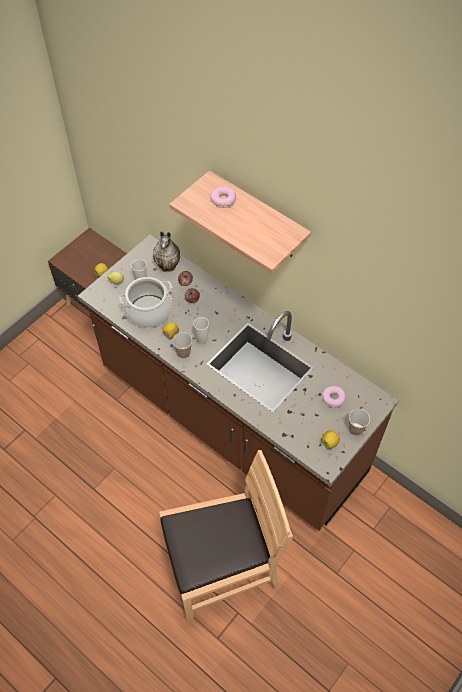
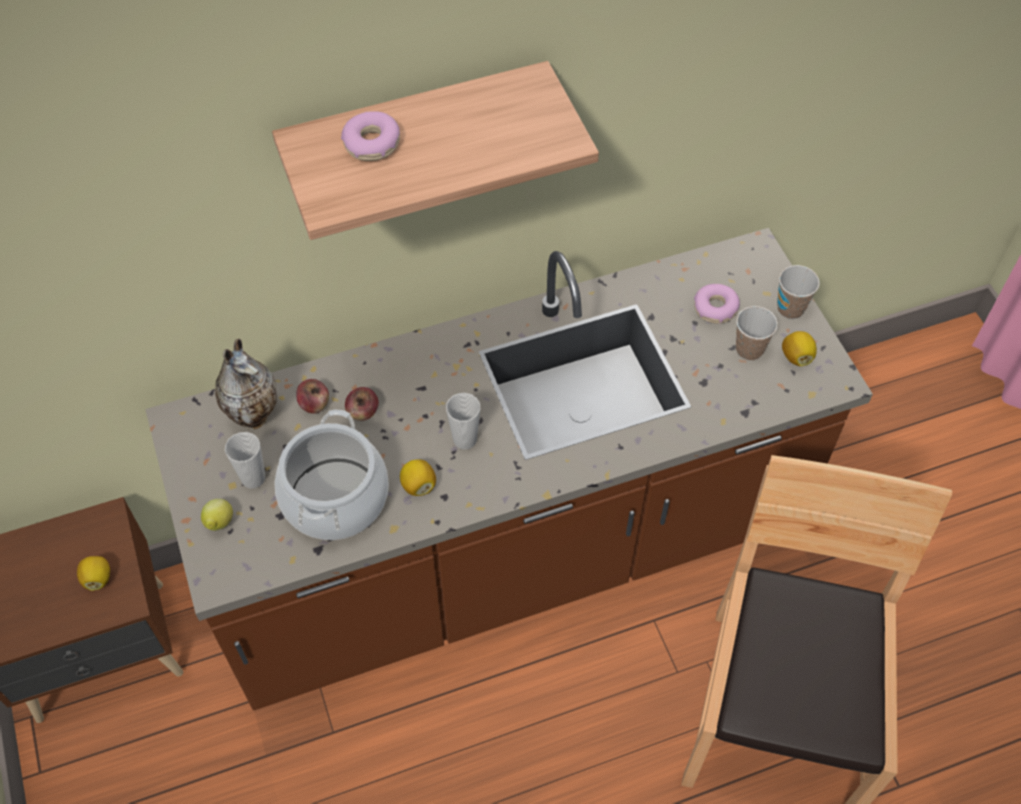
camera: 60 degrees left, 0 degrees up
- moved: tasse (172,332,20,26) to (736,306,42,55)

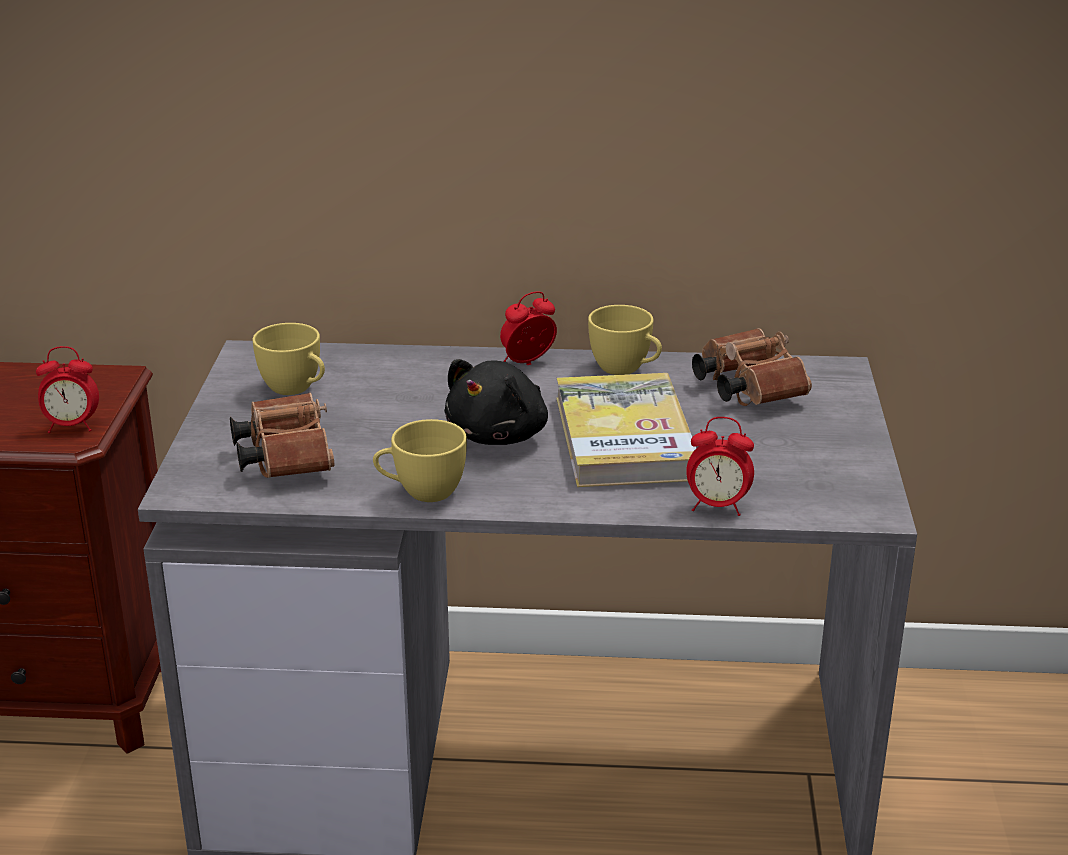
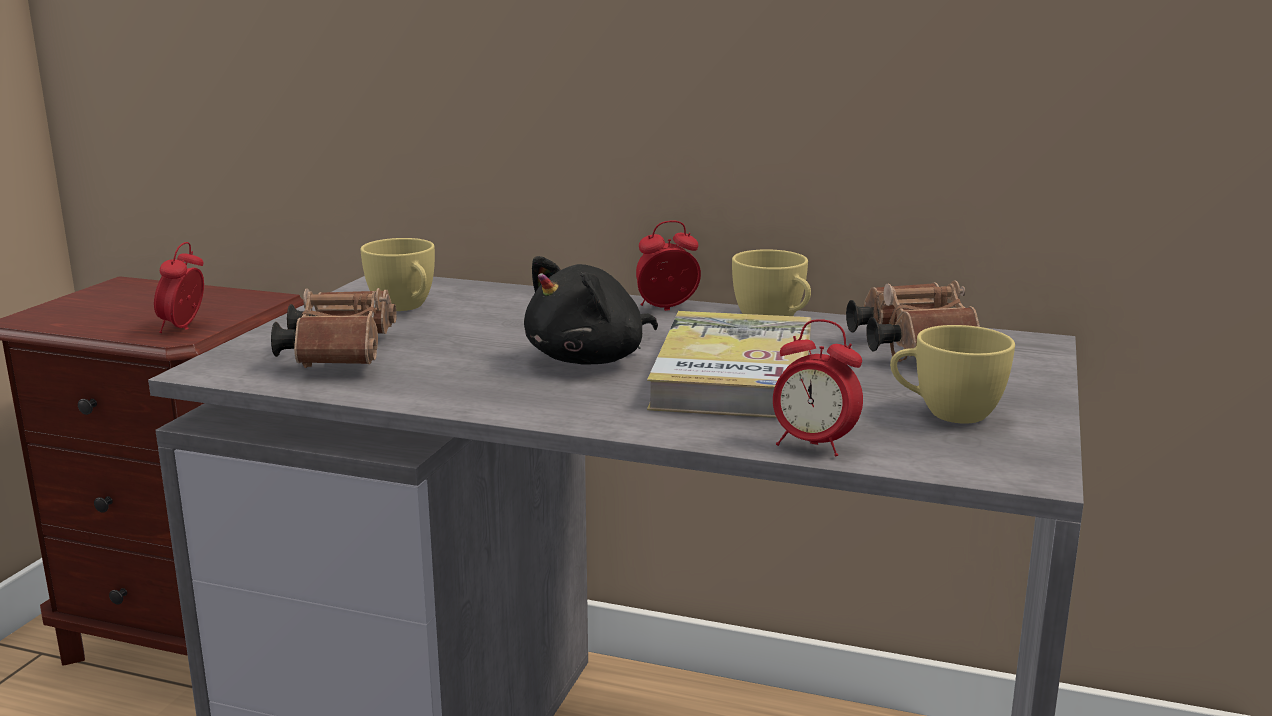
camera: 15 degrees right, 10 degrees down
- turned: réveil (36,346,63,87) = (154,242,50,91) 90 degrees clockwise
- moved: tasse (jaune) (373,419,94,83) to (890,325,125,99)

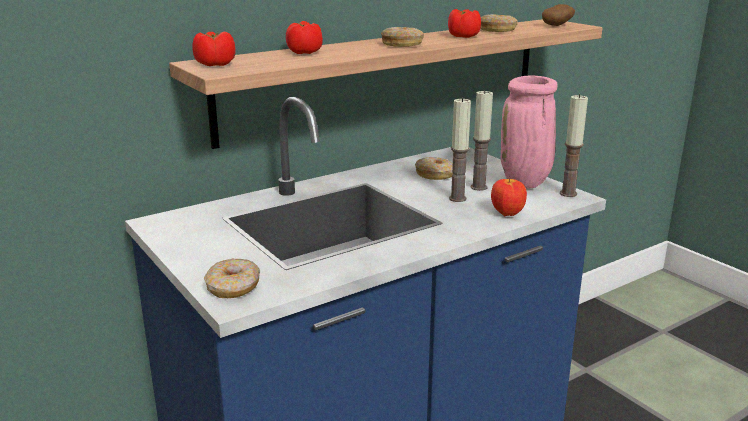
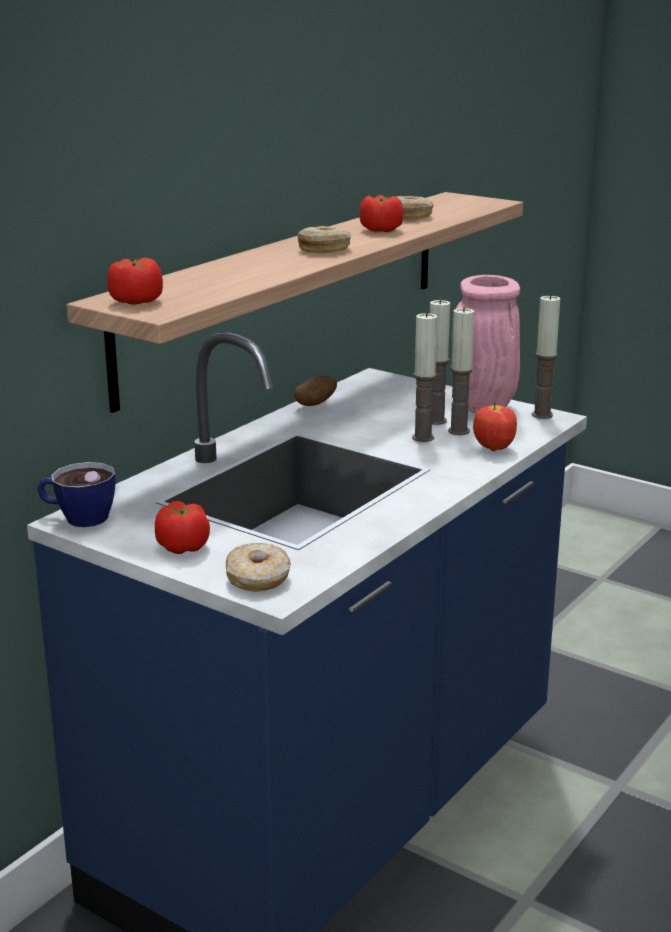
camera: 20 degrees left, 0 degrees up
- moved: pomme de terre (542,4,33,22) to (294,376,43,30)
- moved: tomate (286,21,37,33) to (155,501,55,53)
- removed: beignet (415,157,38,23)
- added: bougie (448,307,26,128)
- added: tasse (37,462,79,65)

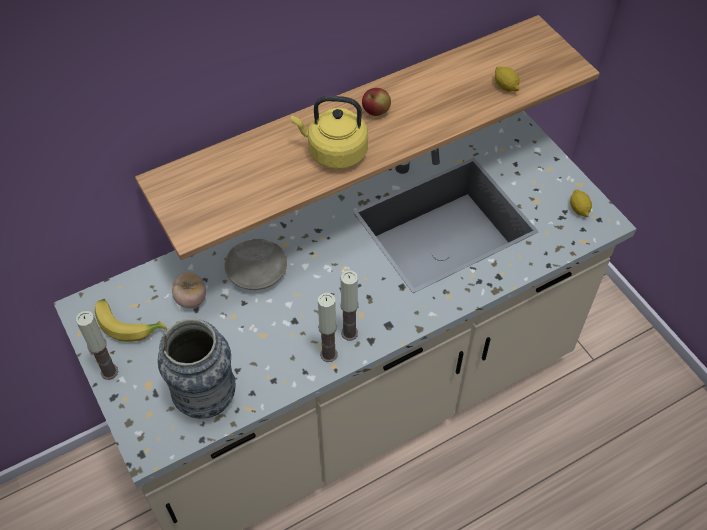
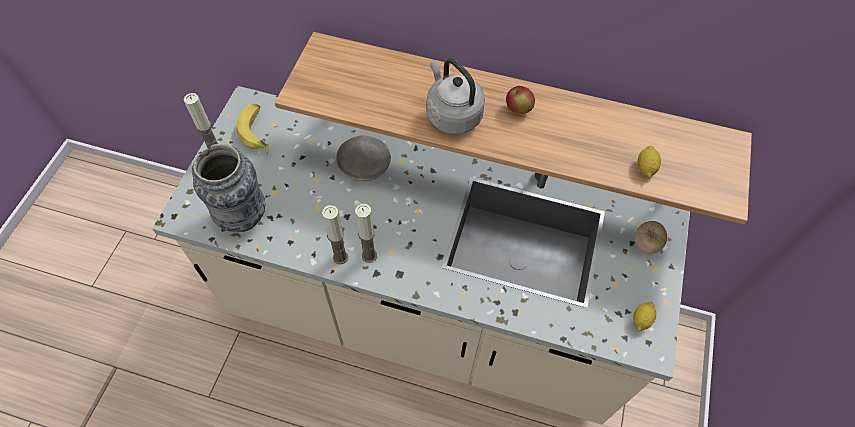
camera: 45 degrees right, 5 degrees up
- recoloured: bouilloire (jaune) (291,96,77,73) to bouilloire (gris) (426,59,59,75)
- moved: tomate (172,272,34,36) to (635,221,32,33)

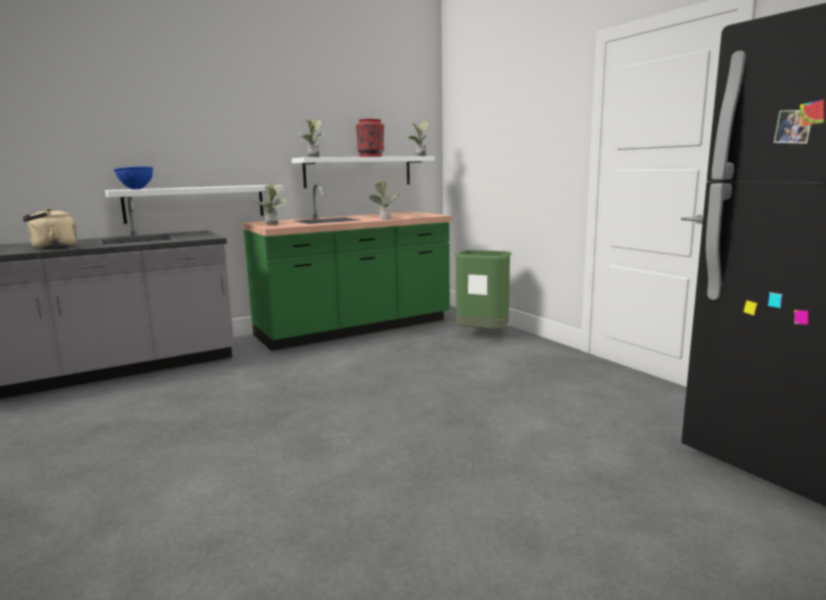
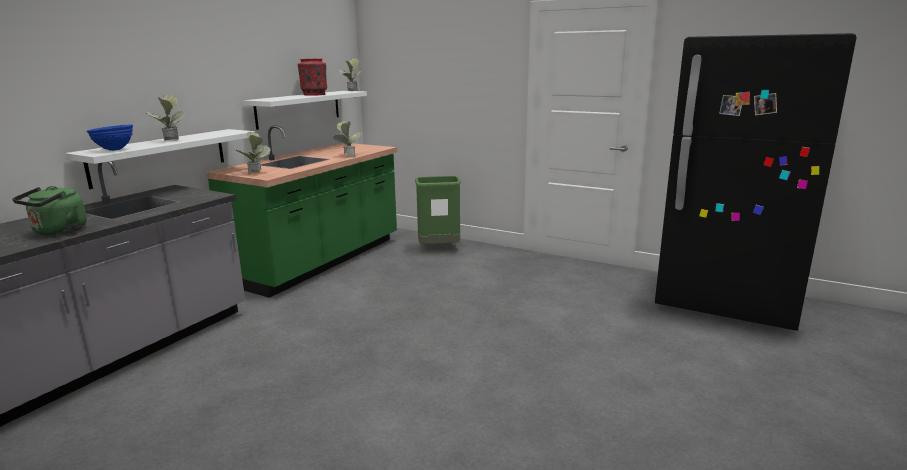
camera: 30 degrees left, 5 degrees up
- moved: plante en pot (298,119,27,38) to (146,94,39,46)
- recoloured: bouilloire (beige) (22,208,55,41) to bouilloire (vert) (12,186,75,49)

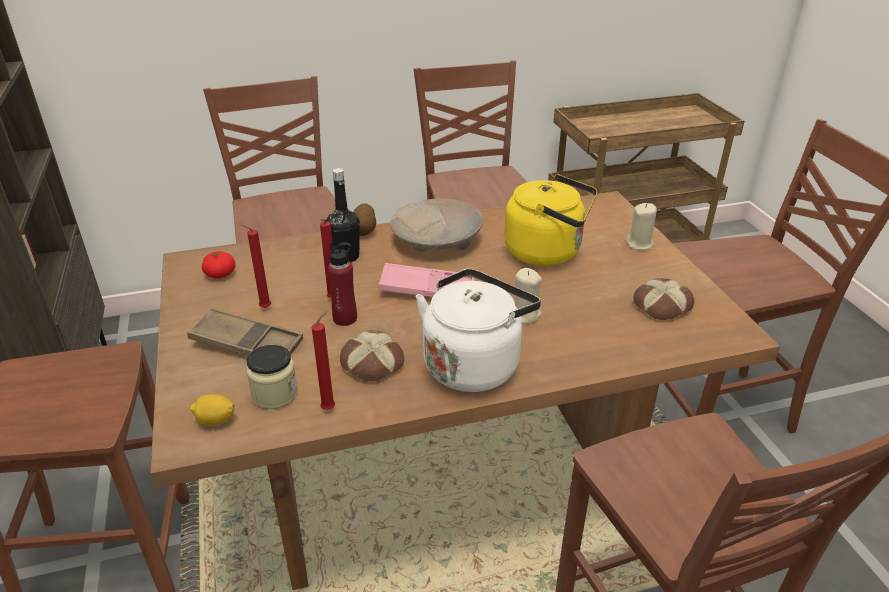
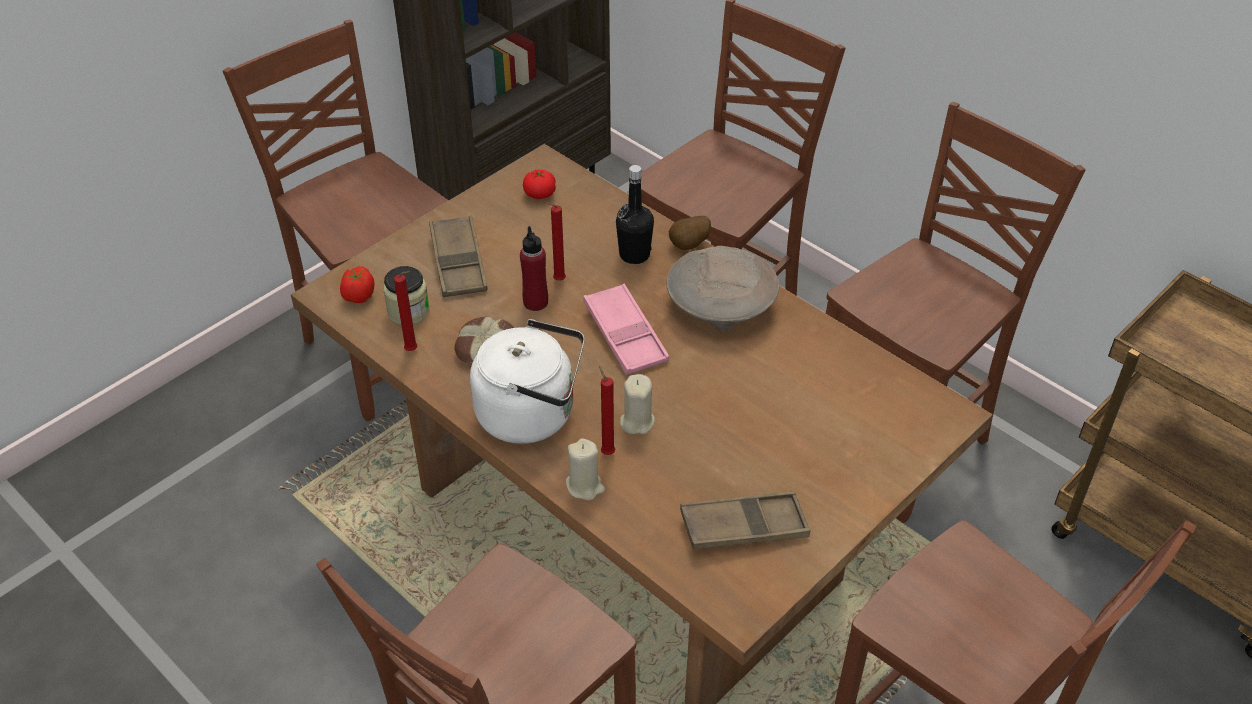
camera: 60 degrees right, 10 degrees up
- removed: bouilloire (jaune) (504,174,93,92)
- moved: bougie (beige) (625,203,32,47) to (566,438,39,62)
- moved: bougie (rouge) (240,223,31,85) to (599,365,16,90)
- replaced: pain (633,278,61,42) to plateau (marron) (680,491,130,59)
- replaced: citron (190,394,45,32) to tomate (340,267,35,36)

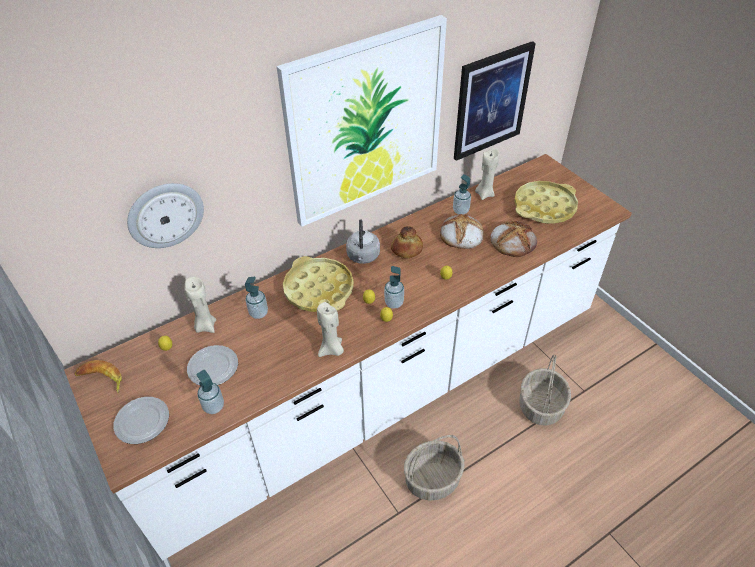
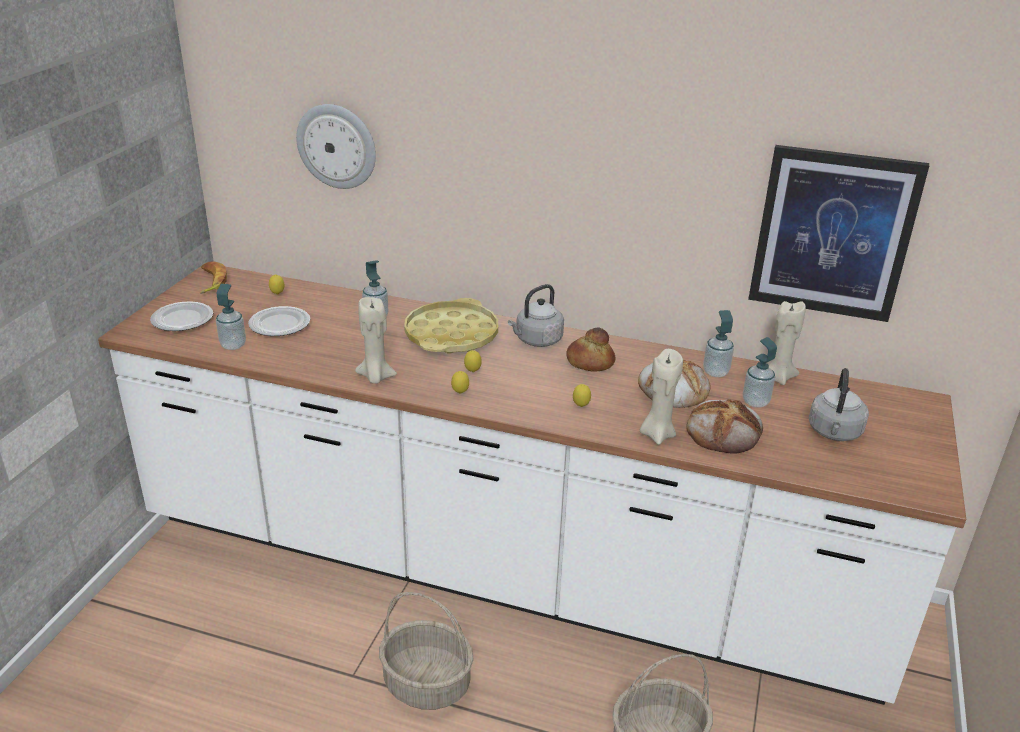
camera: 50 degrees right, 15 degrees down
- removed: tableau (277,15,170,212)
- replaced: plateau (jaune) (514,181,64,43) to bouilloire (gris) (809,368,60,73)
- moved: distributeur de savon (384,266,20,43) to (743,337,34,71)
- moved: bougie (beige) (185,277,31,56) to (640,349,43,96)

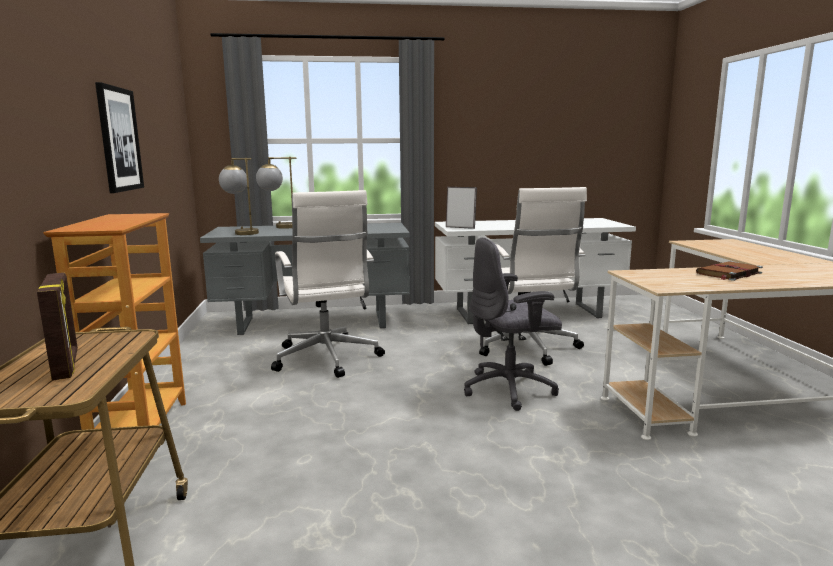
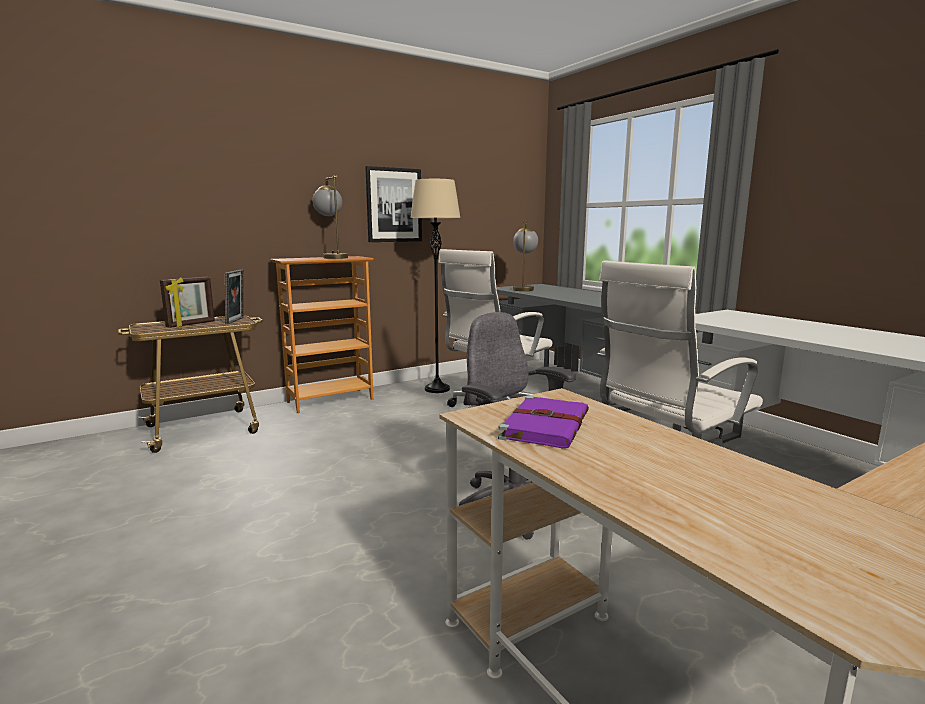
camera: 65 degrees right, 0 degrees up
- moved: lampe de table (256,157,41,72) to (313,176,35,83)
- moved: cadre photo (446,187,31,42) to (225,270,19,54)
- removed: livre (marron) (696,261,67,20)
- added: lampadaire (beige) (410,179,50,214)
- added: livre (violet) (498,395,91,54)

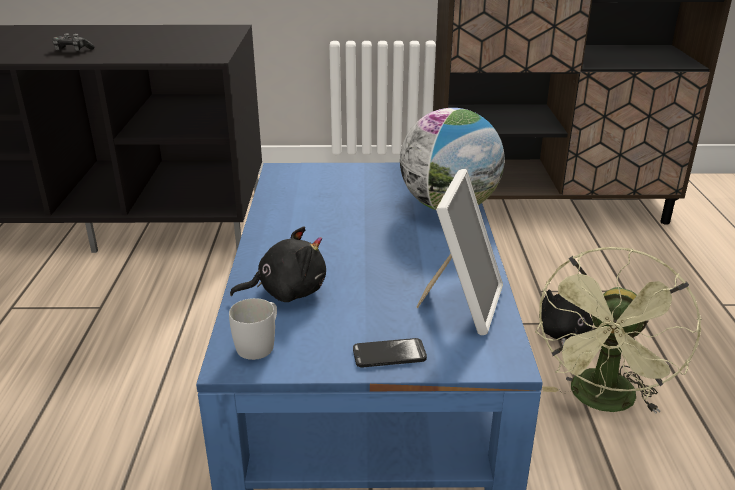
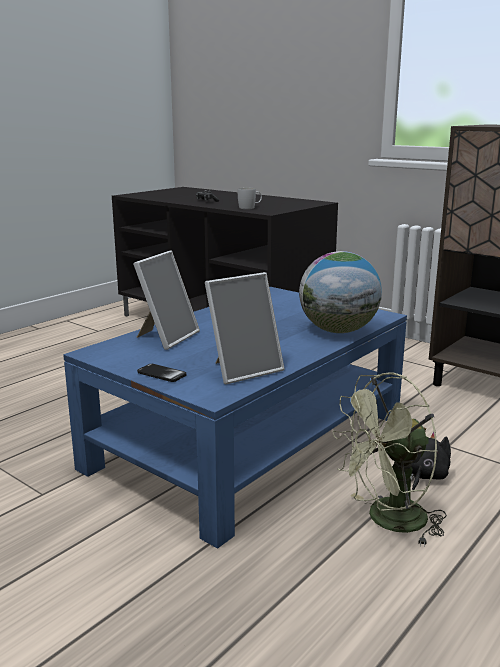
camera: 40 degrees right, 10 degrees down
- replaced: peluche (noir) (230,227,96,75) to cadre photo (133,251,67,99)
- moved: mug (blanc) (229,298,48,62) to (238,188,24,21)

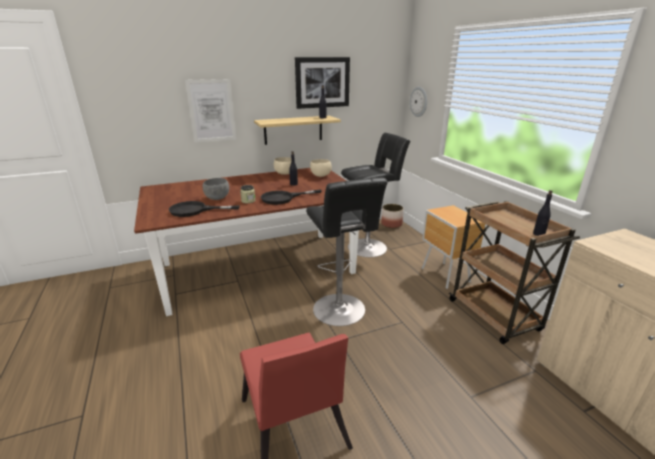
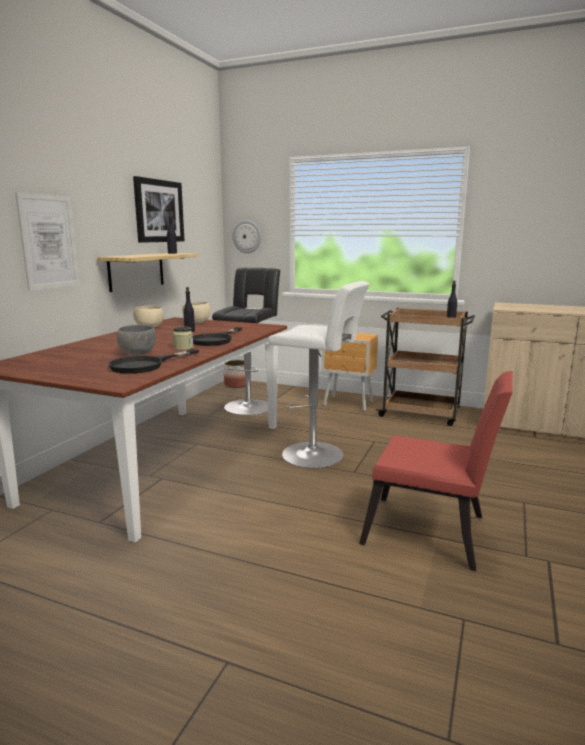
camera: 45 degrees left, 10 degrees down
- recoloured: tabouret (noir) (306,178,82,148) to tabouret (blanc) (269,281,101,187)

